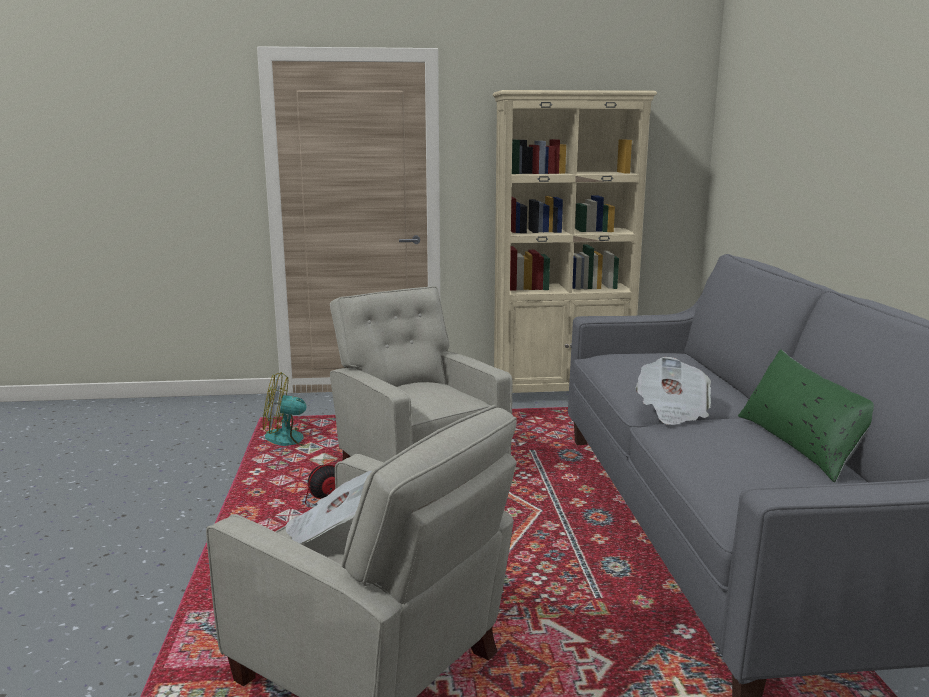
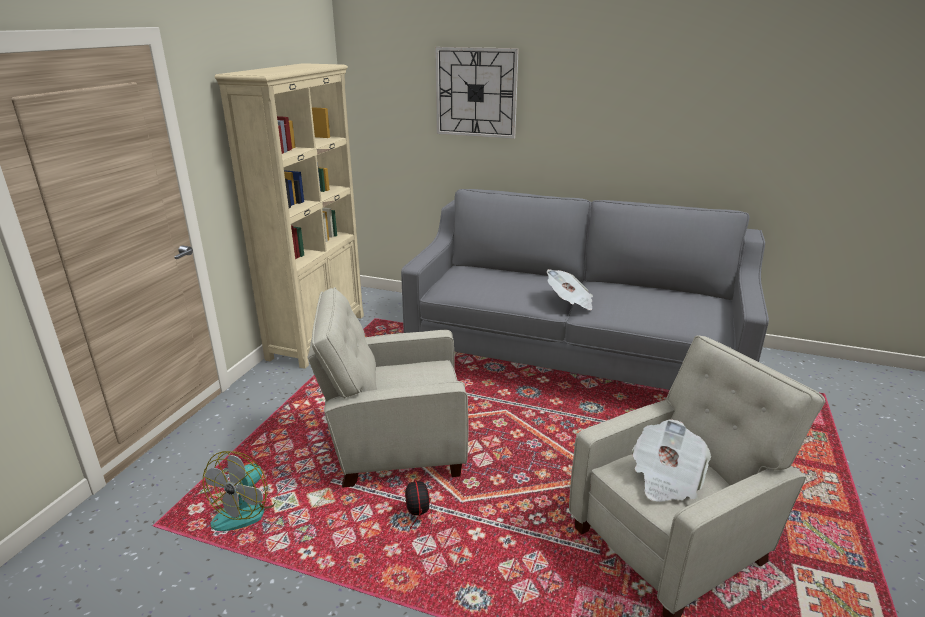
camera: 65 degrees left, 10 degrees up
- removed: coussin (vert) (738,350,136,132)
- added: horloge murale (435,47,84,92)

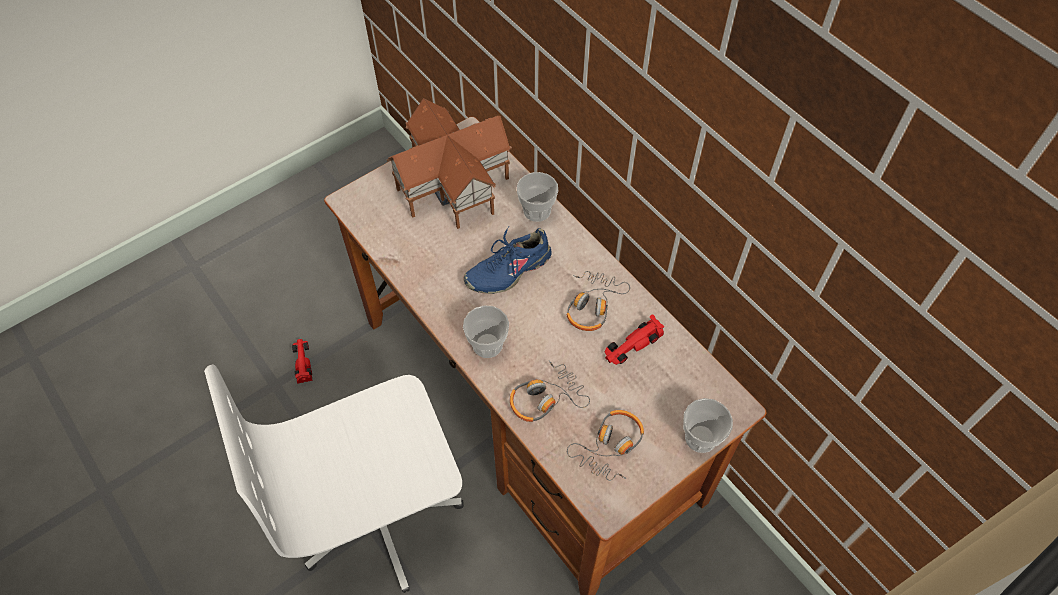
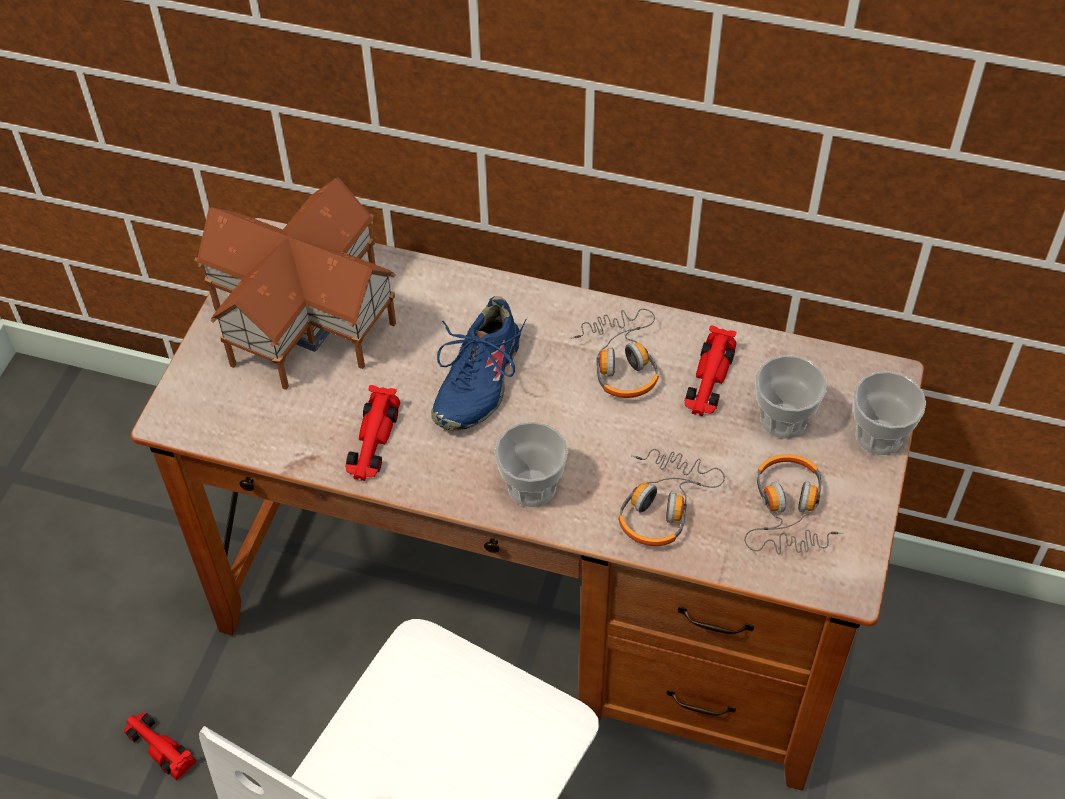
camera: 35 degrees left, 5 degrees down
- moved: tasse (517,172,41,50) to (756,355,71,84)
- added: petite voiture (rouge) (345,385,55,96)

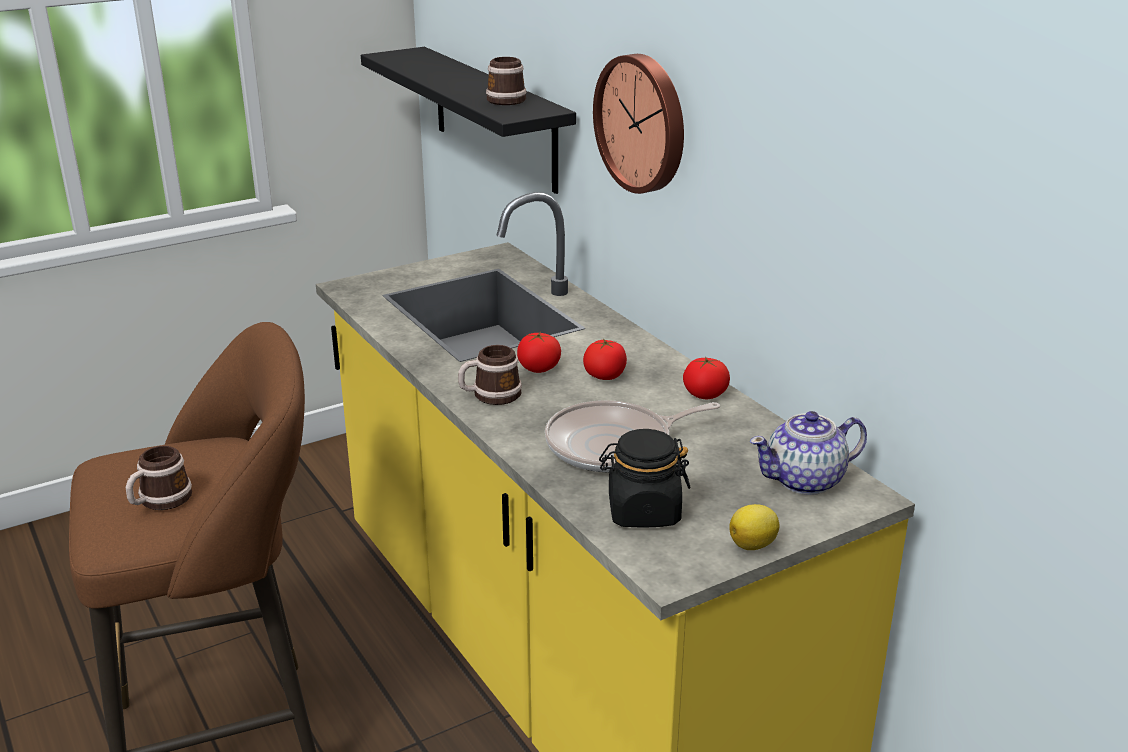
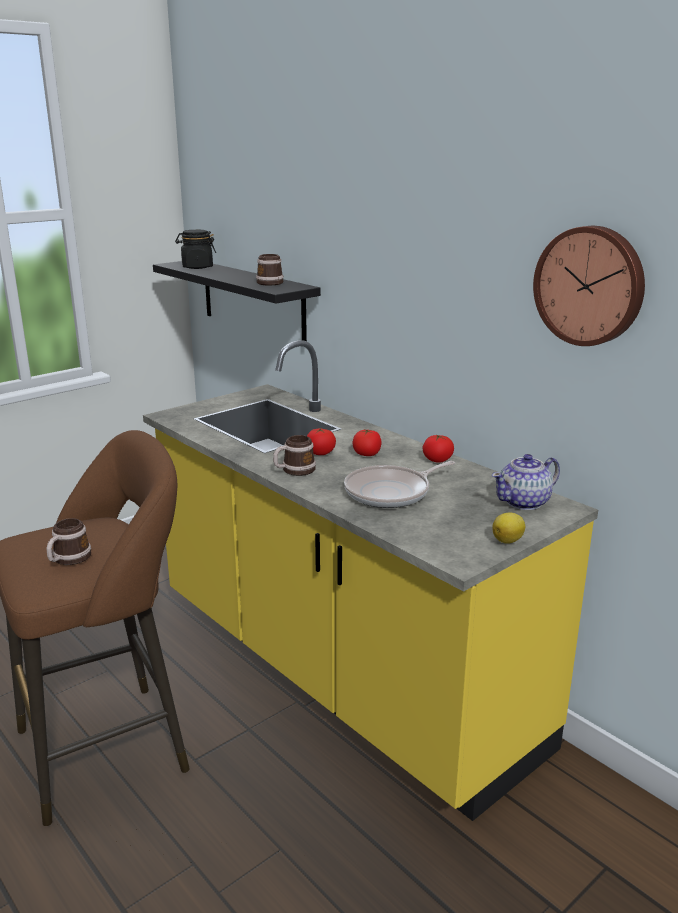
camera: 10 degrees left, 5 degrees down
- moved: horloge murale (593,54,91,140) to (533,226,112,120)
- moved: bocal (noir) (599,429,92,98) to (175,230,41,39)

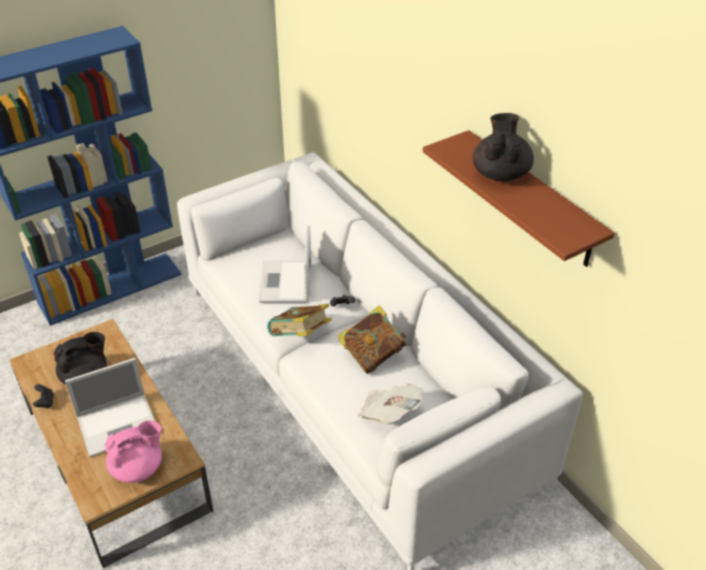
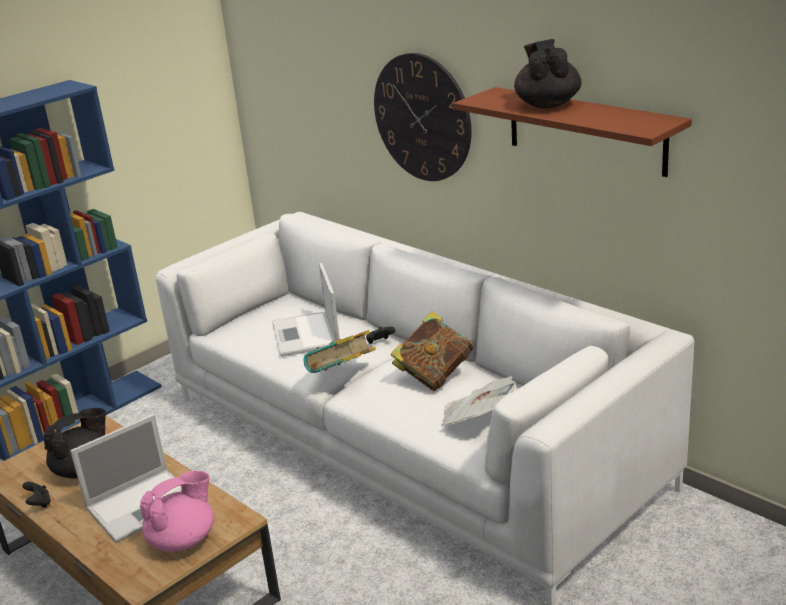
camera: 10 degrees left, 15 degrees down
- added: horloge murale (374,53,98,128)

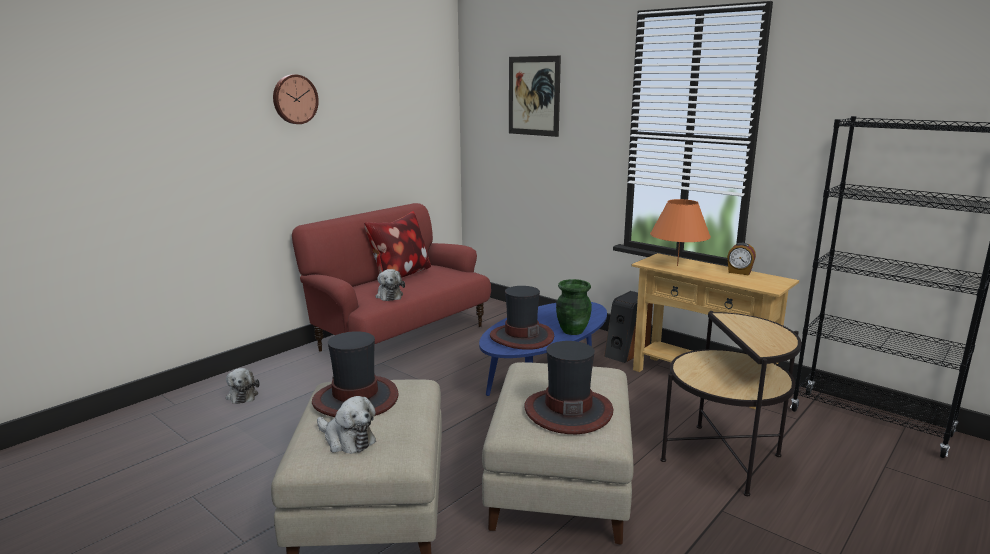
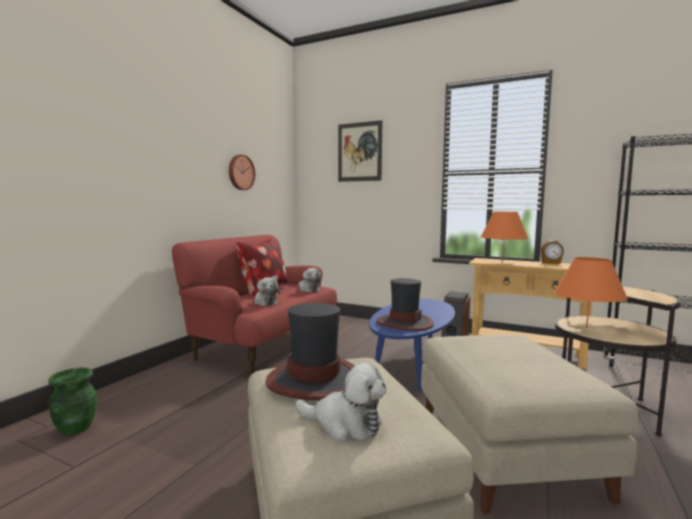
camera: 15 degrees left, 10 degrees down
- moved: horloge murale (273,75,46,49) to (229,154,26,36)
- moved: vase (vert) (556,279,36,56) to (48,367,49,68)
- removed: chapeau (524,341,90,93)
- moved: peluche (226,368,34,36) to (299,268,22,24)
- added: lampe de table (orange) (554,257,74,71)

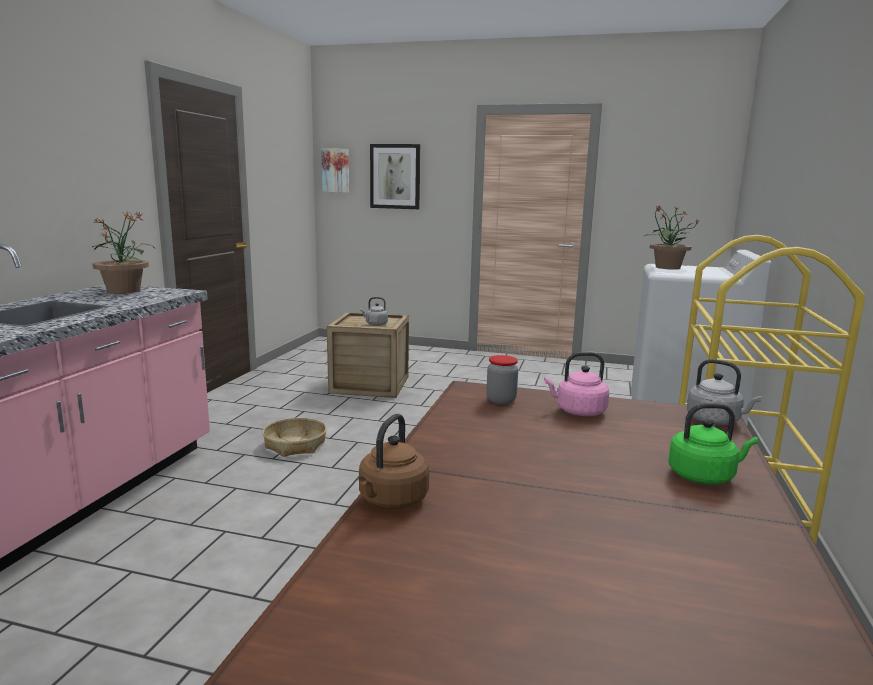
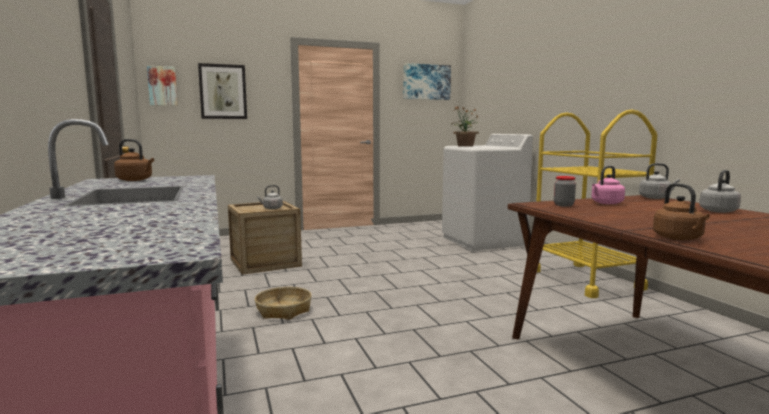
camera: 35 degrees left, 5 degrees down
- replaced: plante en pot (92,211,63,83) to bouilloire (marron) (114,139,40,42)
- recoloured: bouilloire (vert) (668,403,91,82) to bouilloire (gris) (699,170,42,43)
- added: tableau (403,63,48,37)

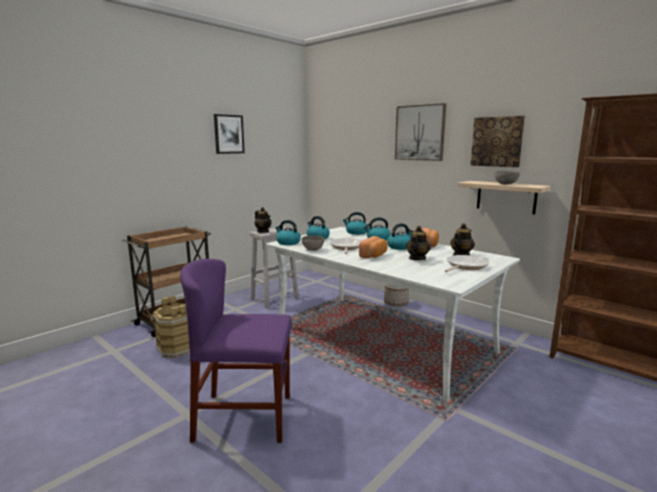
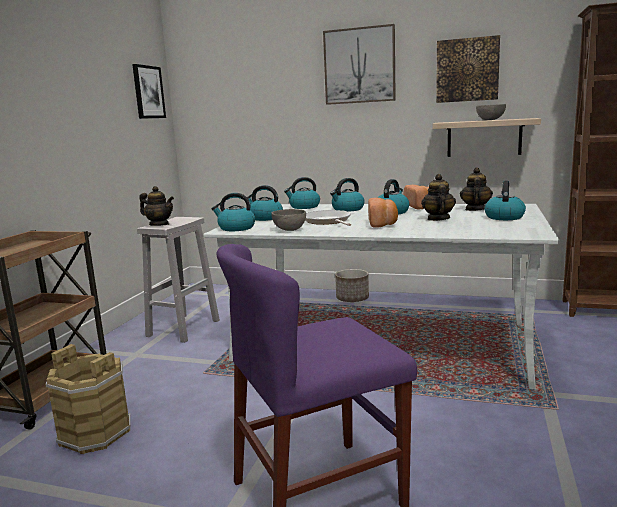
camera: 25 degrees left, 0 degrees up
- moved: tableau (214,114,31,40) to (132,64,34,55)
- replaced: poêle (445,255,44,17) to bouilloire (484,181,42,39)

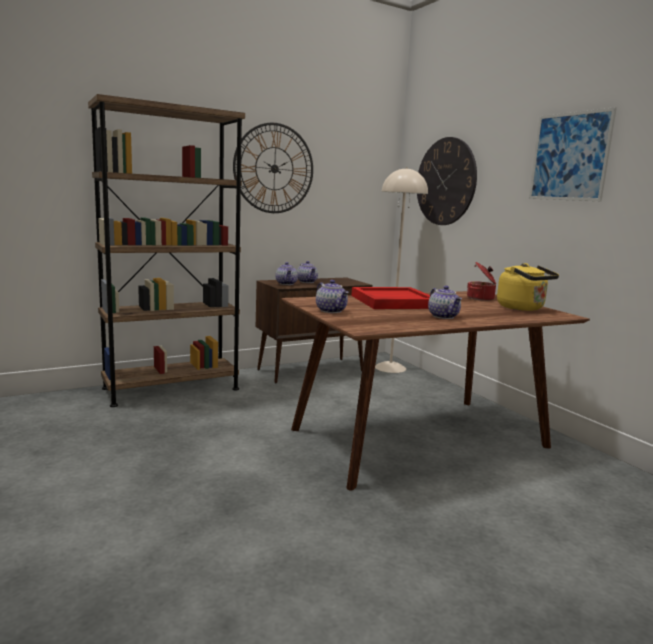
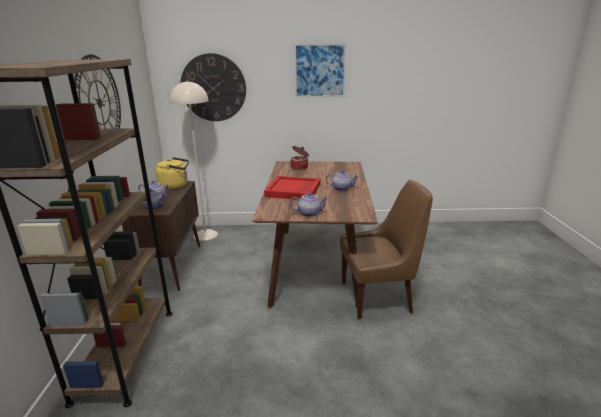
camera: 60 degrees left, 10 degrees up
- moved: bouilloire (jaune) (497,263,62,48) to (156,157,33,32)
- added: chaise (marron) (340,180,93,139)

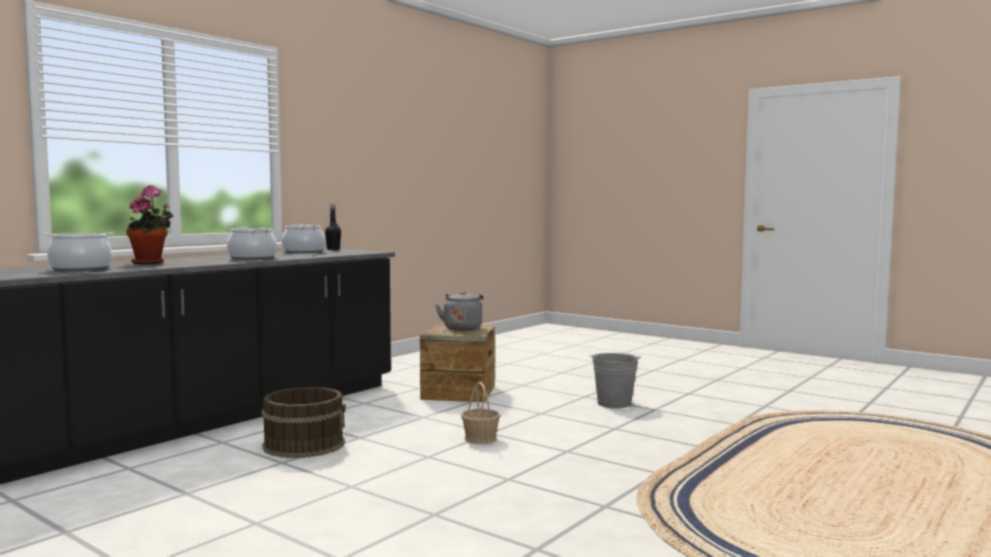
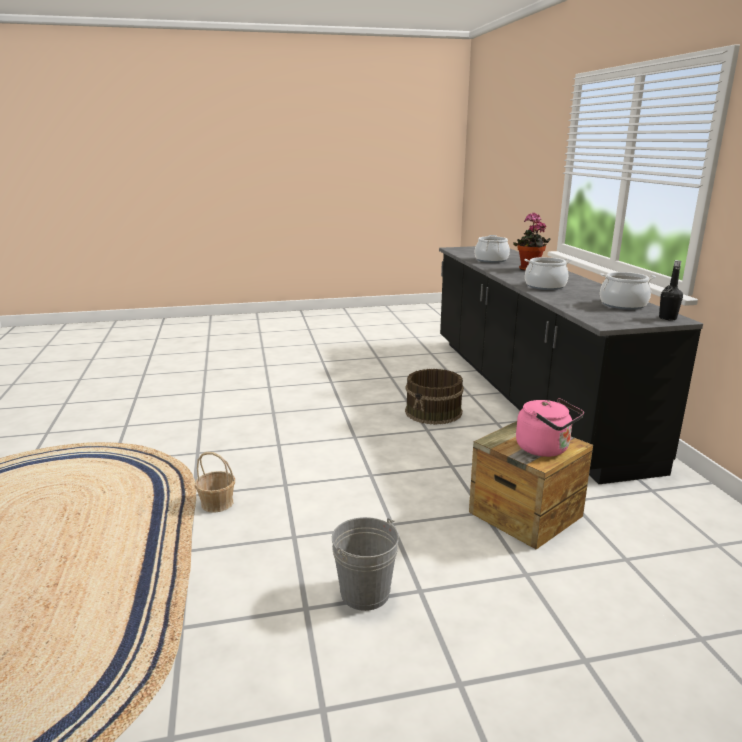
camera: 130 degrees right, 15 degrees up
- recoloured: bouilloire (gris) (435,291,49,40) to bouilloire (rose) (516,398,68,59)
- moved: panier (461,382,40,62) to (195,452,40,61)

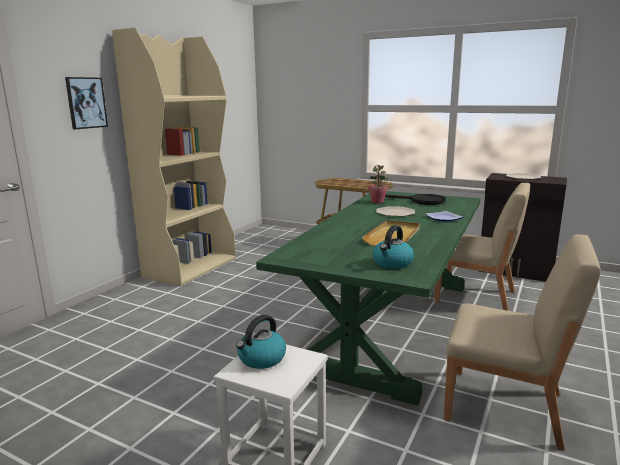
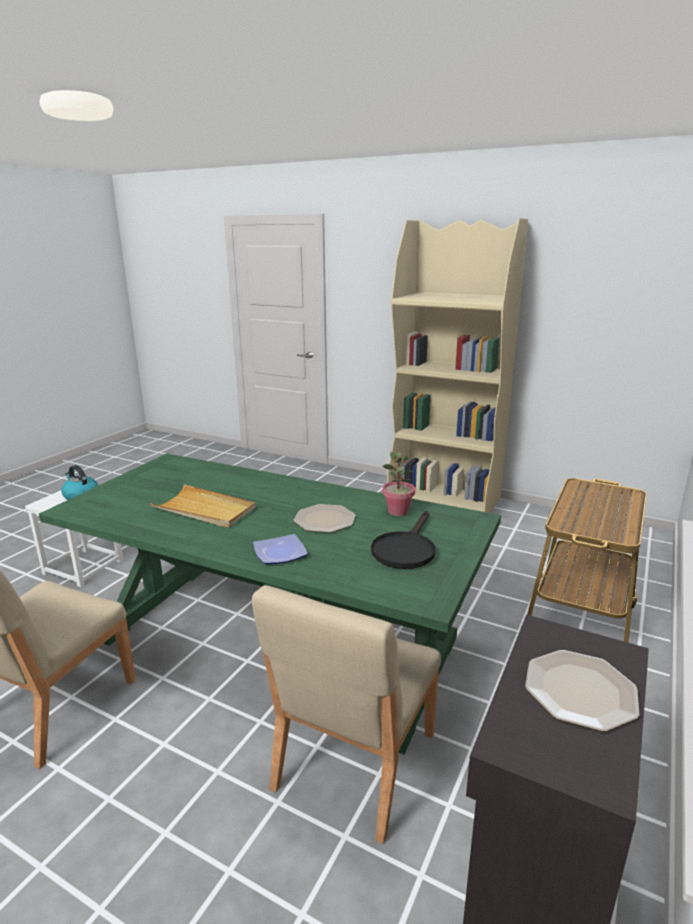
camera: 90 degrees right, 5 degrees up
- removed: tableau (65,77,43,52)
- removed: bouilloire (373,225,41,44)

